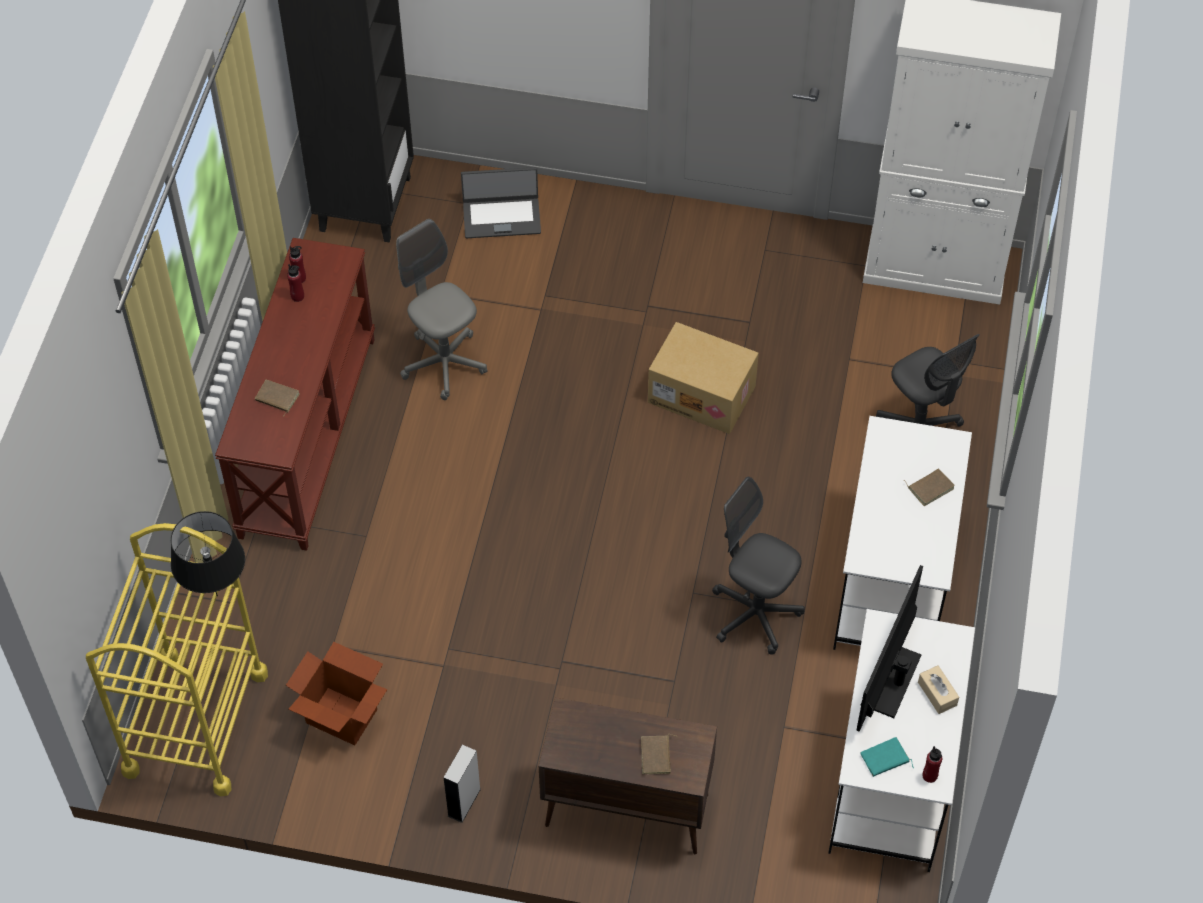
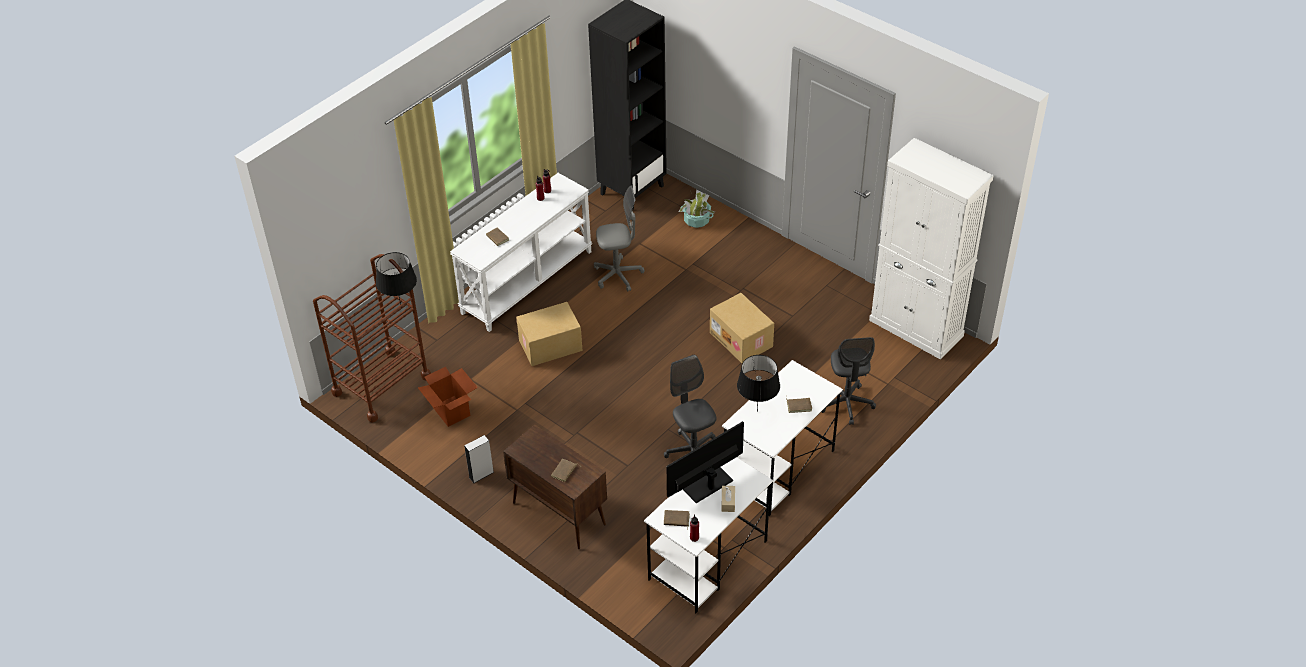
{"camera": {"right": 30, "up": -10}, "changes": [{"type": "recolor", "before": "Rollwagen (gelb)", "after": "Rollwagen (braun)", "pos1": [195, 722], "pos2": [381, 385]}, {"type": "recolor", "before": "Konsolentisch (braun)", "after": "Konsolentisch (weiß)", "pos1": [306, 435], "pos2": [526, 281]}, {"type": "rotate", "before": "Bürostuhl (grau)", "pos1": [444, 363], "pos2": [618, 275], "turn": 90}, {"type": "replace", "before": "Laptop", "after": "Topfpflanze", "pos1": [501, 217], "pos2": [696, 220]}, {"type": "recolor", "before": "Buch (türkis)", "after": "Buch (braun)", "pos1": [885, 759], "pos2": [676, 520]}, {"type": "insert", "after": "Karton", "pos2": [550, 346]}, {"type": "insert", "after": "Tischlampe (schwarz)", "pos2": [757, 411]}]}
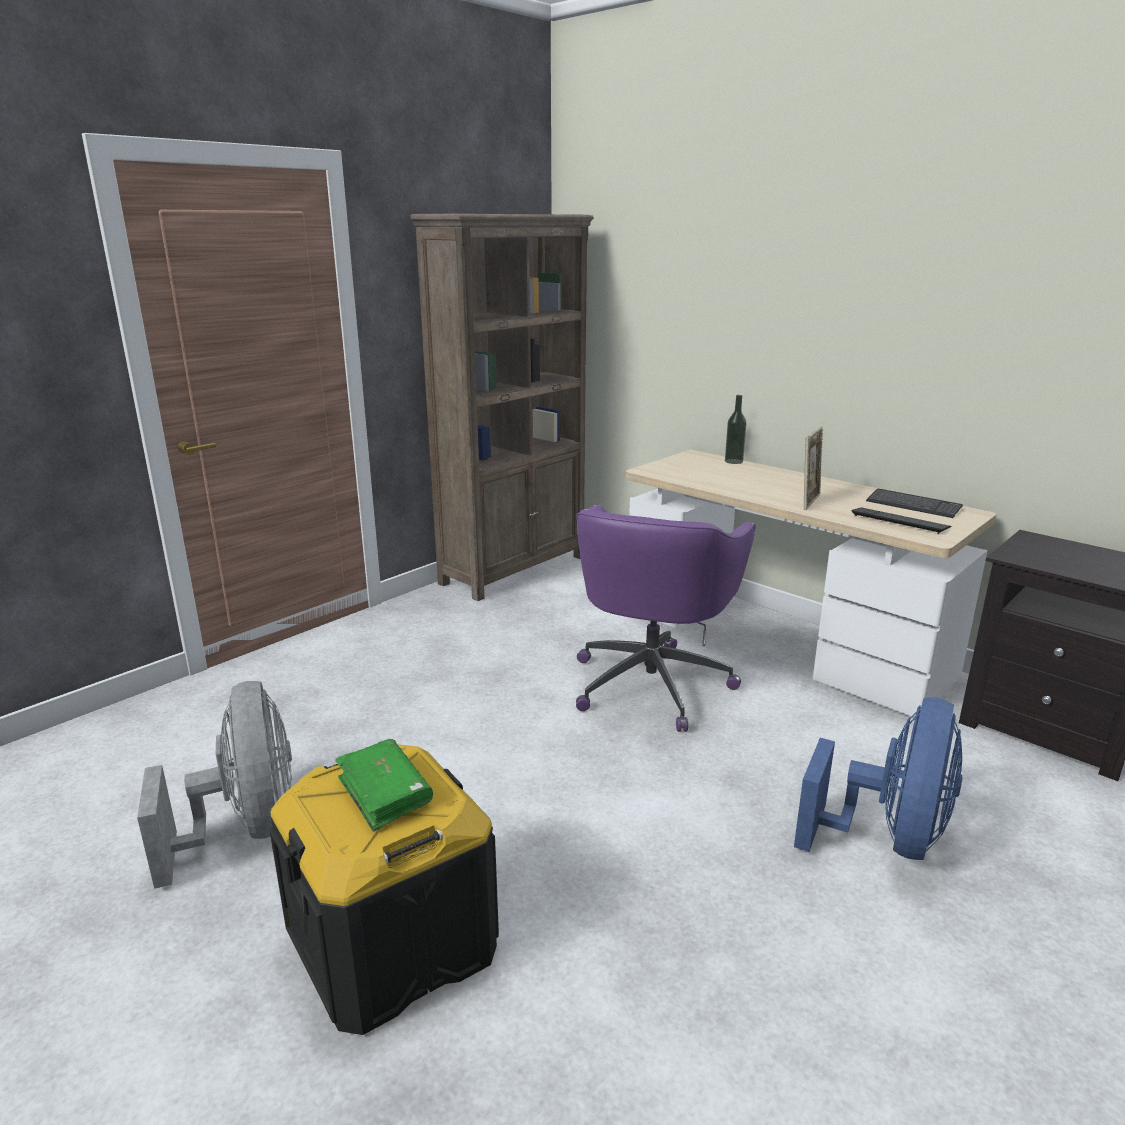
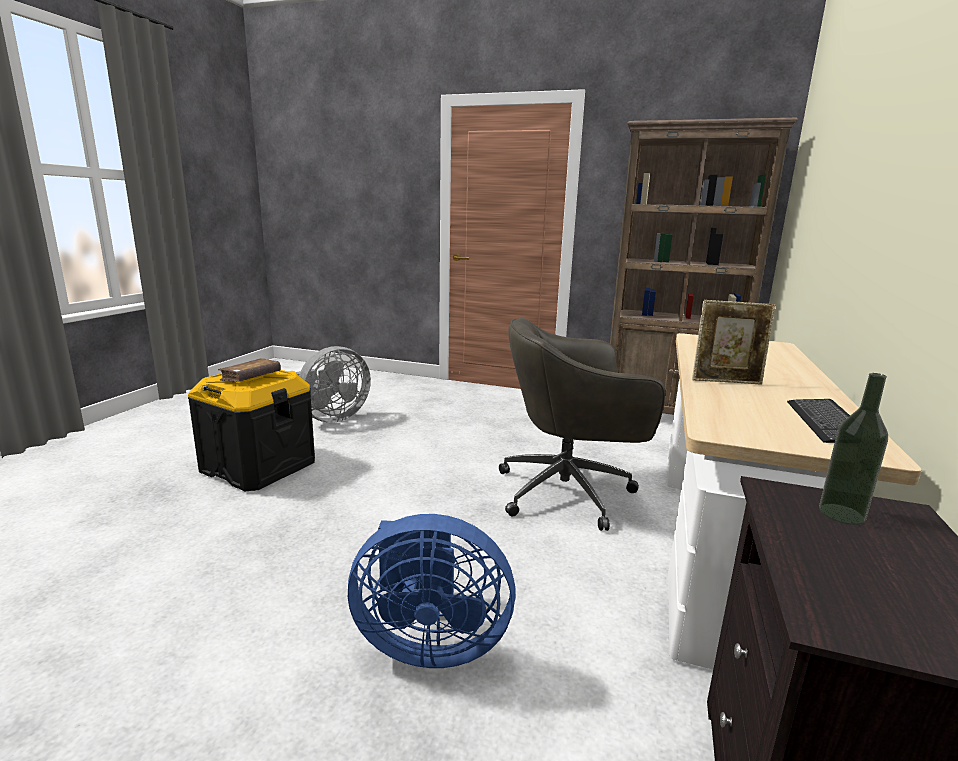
{"camera": {"right": 65, "up": -5}, "changes": [{"type": "recolor", "before": "Buch (grün)", "after": "Buch (braun)", "pos1": [384, 793], "pos2": [251, 377]}, {"type": "recolor", "before": "Bürostuhl (lila)", "after": "Bürostuhl (grau)", "pos1": [652, 682], "pos2": [569, 492]}, {"type": "move", "before": "Flasche", "pos1": [733, 461], "pos2": [841, 514]}, {"type": "delete", "before": "Tastatur", "pos1": [899, 521]}]}
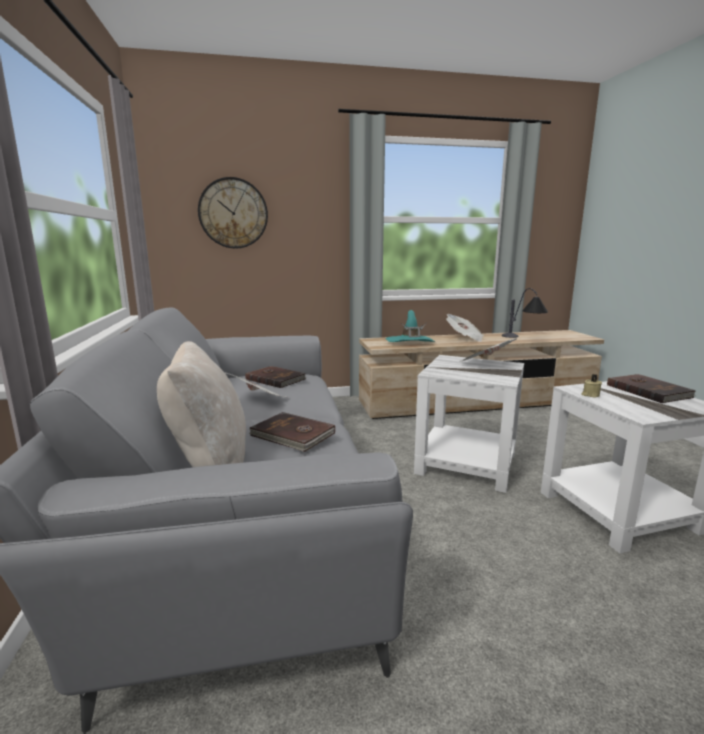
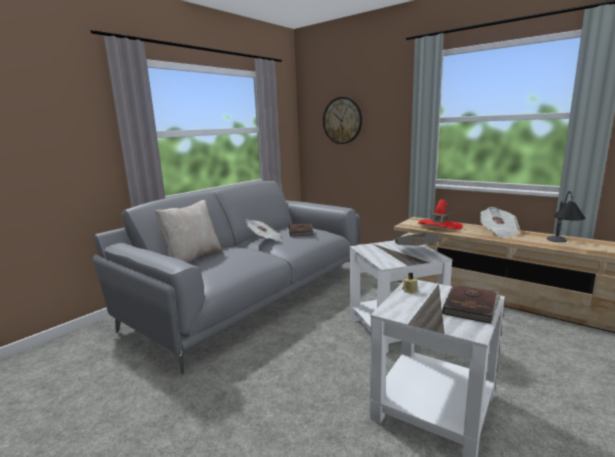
{"camera": {"right": 50, "up": 0}, "changes": [{"type": "delete", "before": "Buch (braun)", "pos1": [292, 435]}, {"type": "recolor", "before": "Hut (türkis)", "after": "Hut (rot)", "pos1": [410, 342], "pos2": [439, 226]}]}
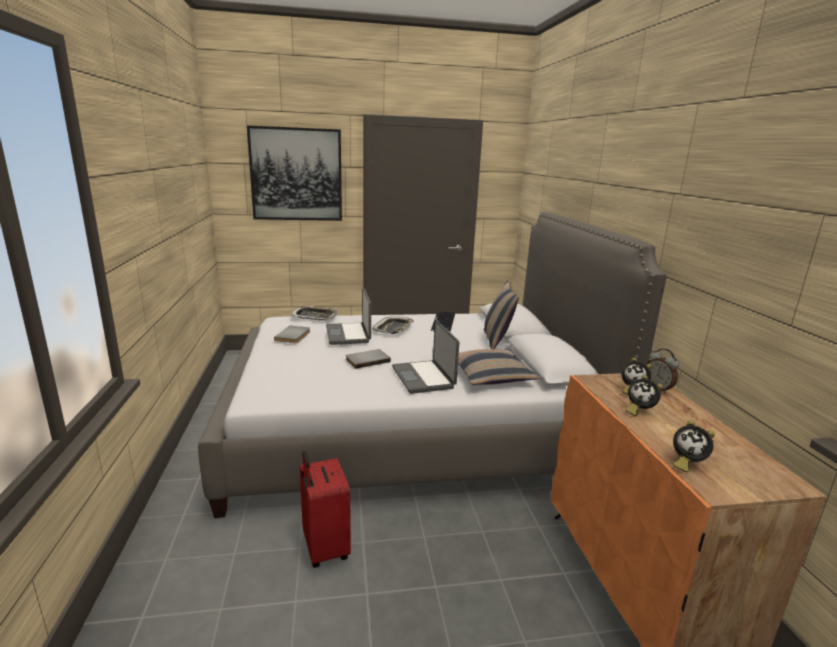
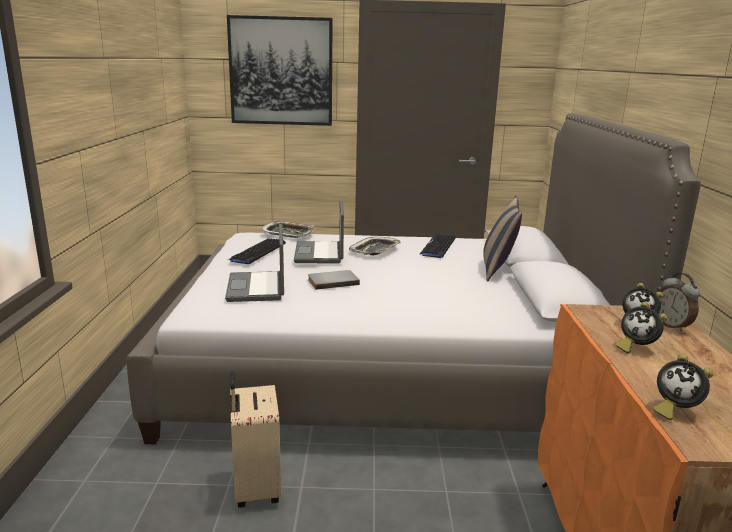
{"camera": {"right": 10, "up": 0}, "changes": [{"type": "replace", "before": "Buch (grau)", "after": "Tastatur", "pos1": [294, 336], "pos2": [257, 252]}, {"type": "recolor", "before": "Koffer (rot)", "after": "Koffer (beige)", "pos1": [324, 548], "pos2": [255, 489]}, {"type": "move", "before": "Laptop", "pos1": [424, 377], "pos2": [257, 288]}, {"type": "delete", "before": "Kissen", "pos1": [491, 376]}]}
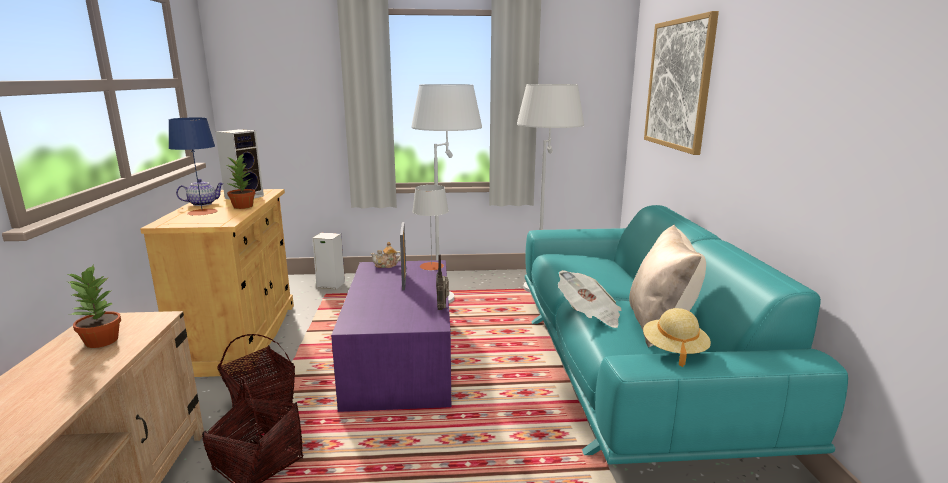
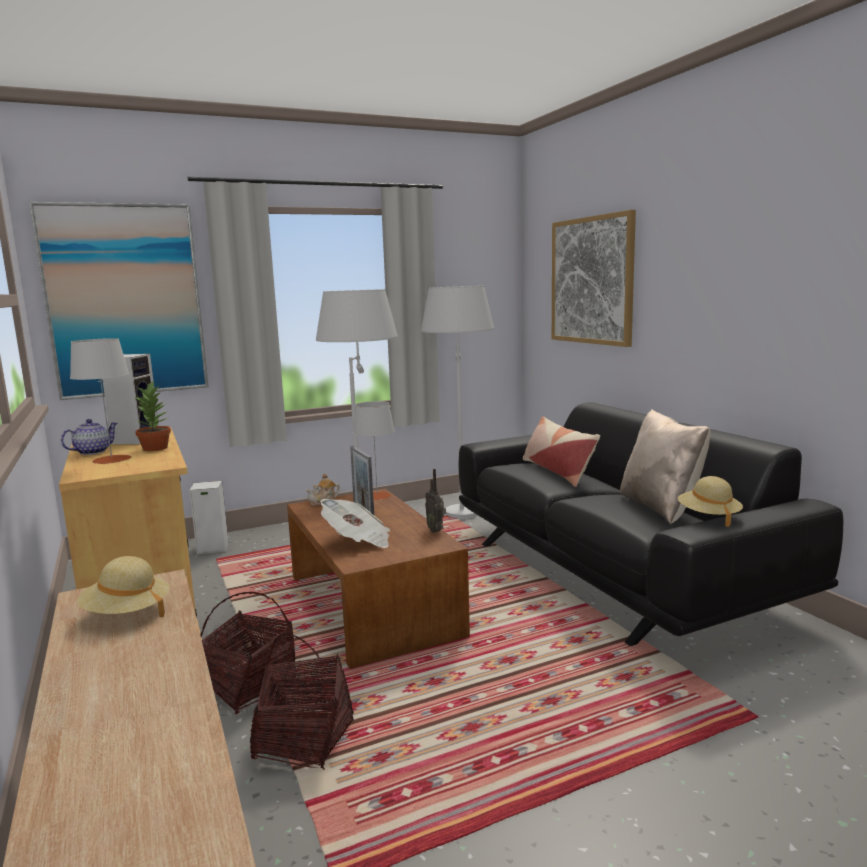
{"camera": {"right": -20, "up": -5}, "changes": [{"type": "replace", "before": "Topfpflanze", "after": "Hut (beige)", "pos1": [101, 341], "pos2": [126, 613]}, {"type": "recolor", "before": "Tischlampe (blau)", "after": "Tischlampe (grau)", "pos1": [202, 212], "pos2": [112, 459]}, {"type": "recolor", "before": "Couchtisch (lila)", "after": "Couchtisch (braun)", "pos1": [402, 358], "pos2": [373, 605]}, {"type": "recolor", "before": "Sofa (türkis)", "after": "Sofa (schwarz)", "pos1": [630, 373], "pos2": [613, 571]}, {"type": "move", "before": "Zeitung", "pos1": [589, 315], "pos2": [358, 541]}, {"type": "insert", "after": "Bild", "pos2": [125, 301]}, {"type": "insert", "after": "Kissen", "pos2": [557, 471]}]}
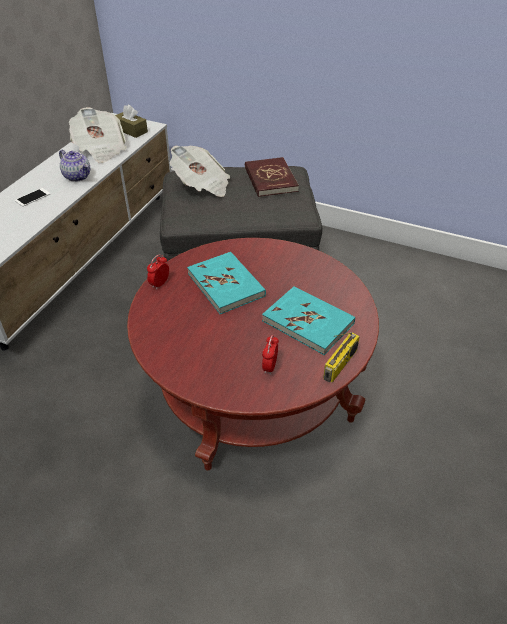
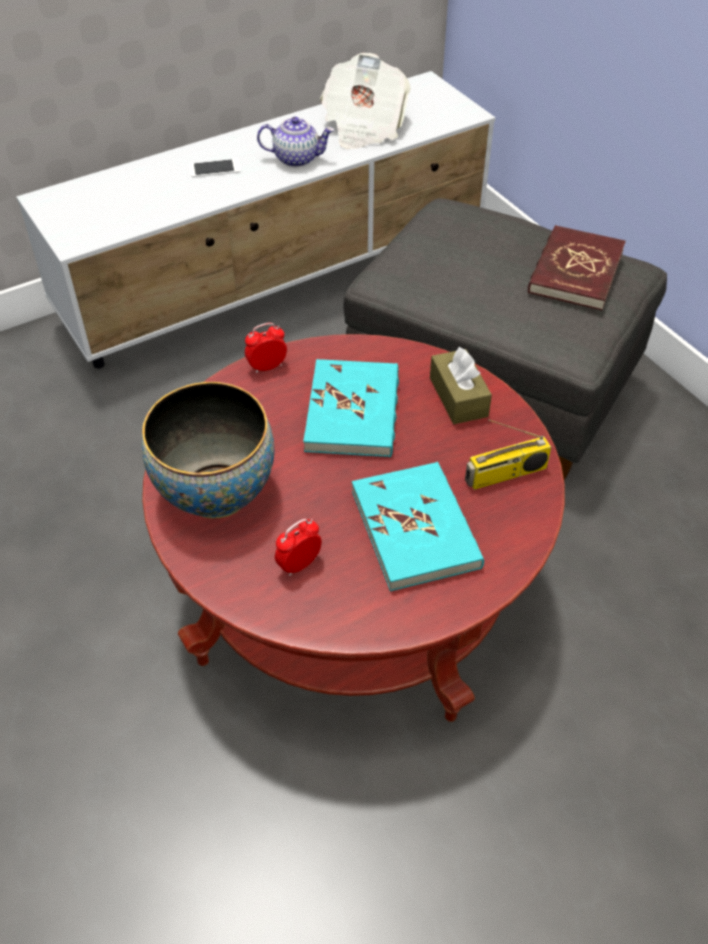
{"camera": {"right": 35, "up": 5}, "changes": [{"type": "rotate", "before": "Teekanne", "pos1": [78, 176], "pos2": [297, 158], "turn": -75}, {"type": "move", "before": "Taschentuchbox (braun)", "pos1": [131, 130], "pos2": [458, 397]}, {"type": "delete", "before": "Zeitung", "pos1": [202, 185]}, {"type": "move", "before": "Radio", "pos1": [340, 365], "pos2": [505, 475]}, {"type": "insert", "after": "Schüssel", "pos2": [216, 493]}]}
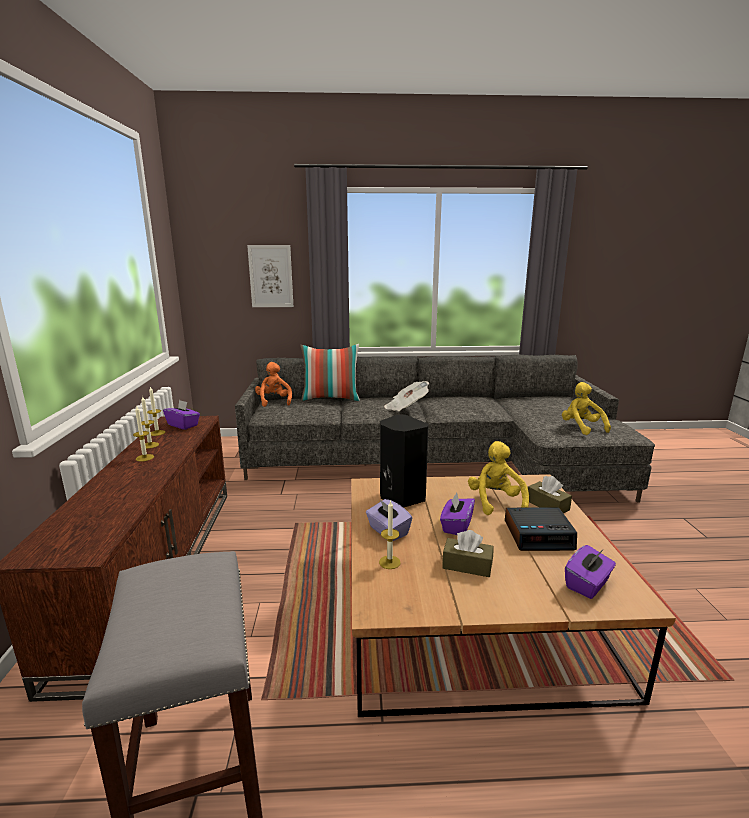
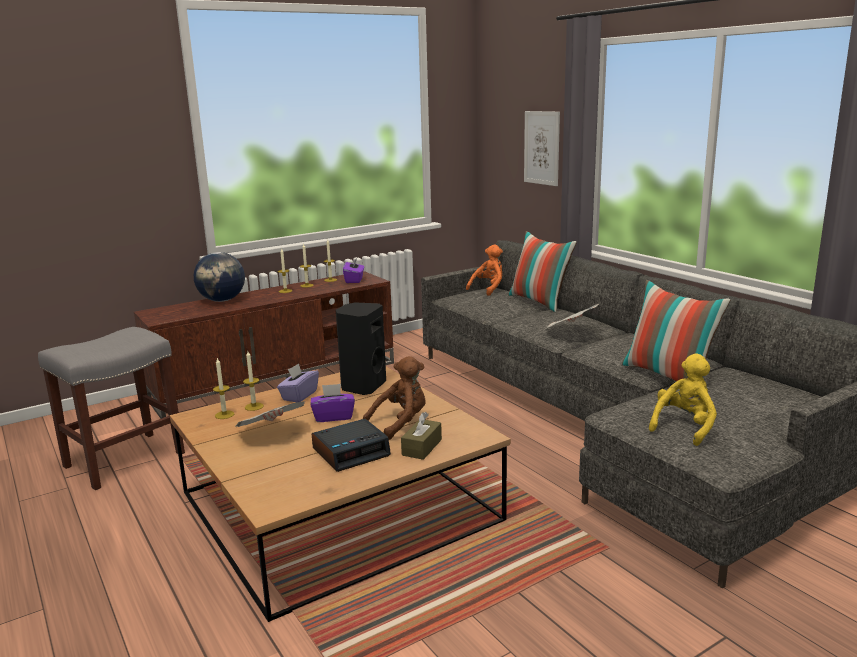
{"camera": {"right": 60, "up": 0}, "changes": [{"type": "replace", "before": "Taschentuchbox (braun)", "after": "Zeitung", "pos1": [467, 565], "pos2": [271, 432]}, {"type": "recolor", "before": "Plüschtier (gelb)", "after": "Plüschtier (braun)", "pos1": [495, 502], "pos2": [400, 423]}, {"type": "rotate", "before": "Wecker", "pos1": [539, 535], "pos2": [351, 452], "turn": -90}, {"type": "delete", "before": "Taschentuchbox (lila)", "pos1": [587, 584]}, {"type": "insert", "after": "Globus", "pos2": [222, 300]}, {"type": "insert", "after": "Kerze", "pos2": [224, 415]}, {"type": "insert", "after": "Kissen", "pos2": [668, 376]}]}
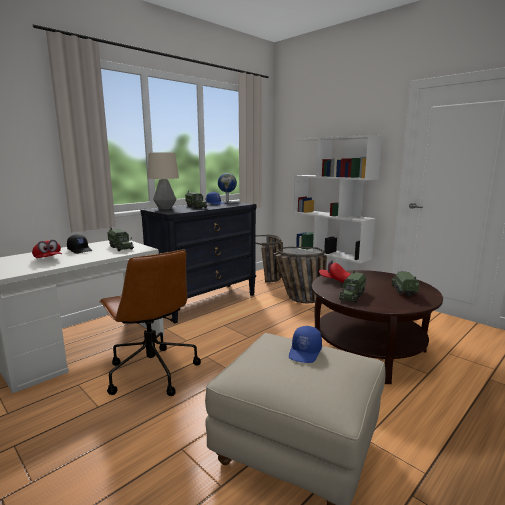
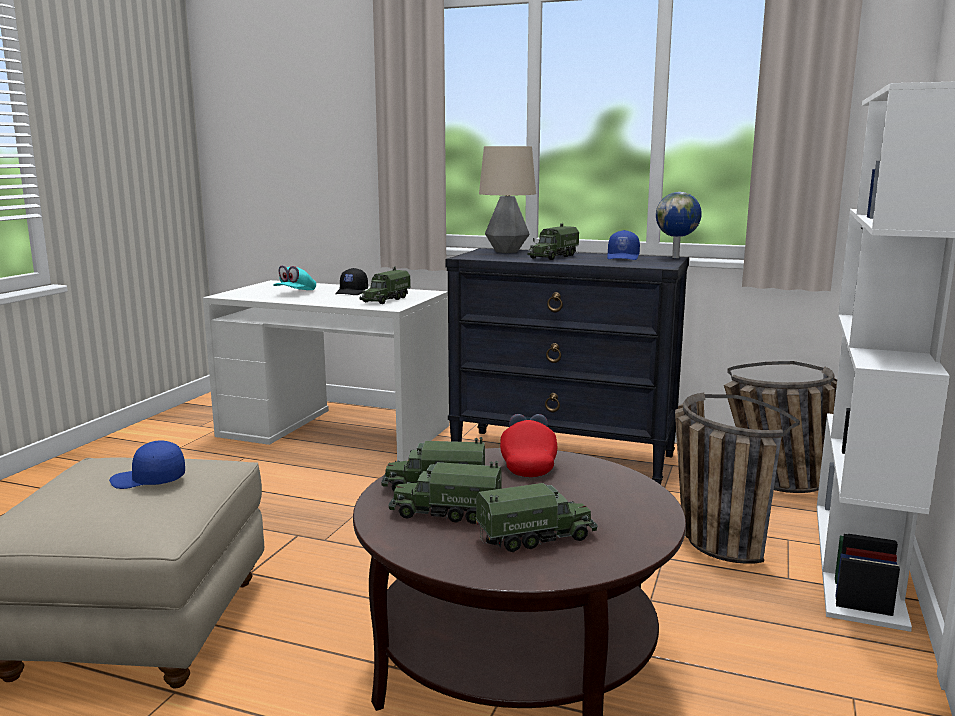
{"camera": {"right": 65, "up": 0}, "changes": [{"type": "recolor", "before": "Kappe (rot)", "after": "Kappe (türkis)", "pos1": [48, 260], "pos2": [295, 293]}, {"type": "delete", "before": "Bürostuhl (braun)", "pos1": [151, 372]}, {"type": "insert", "after": "Spielzeuglaster", "pos2": [446, 512]}]}
